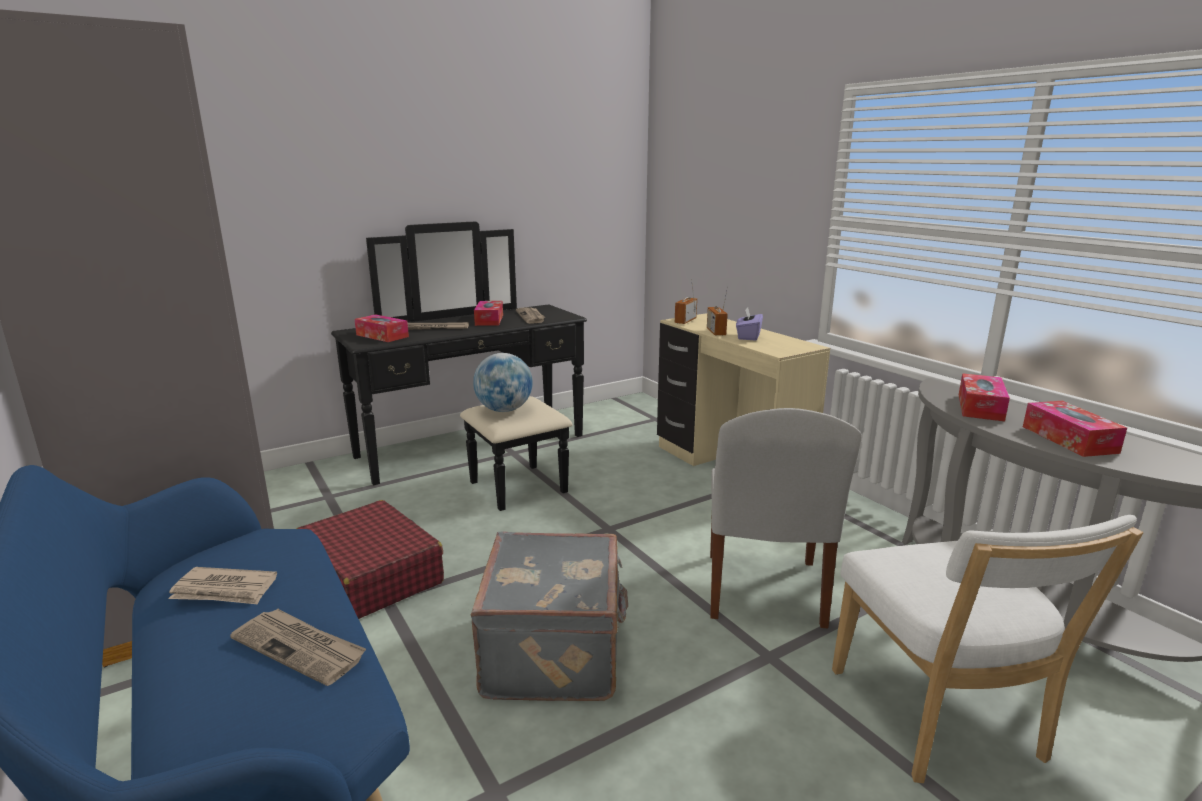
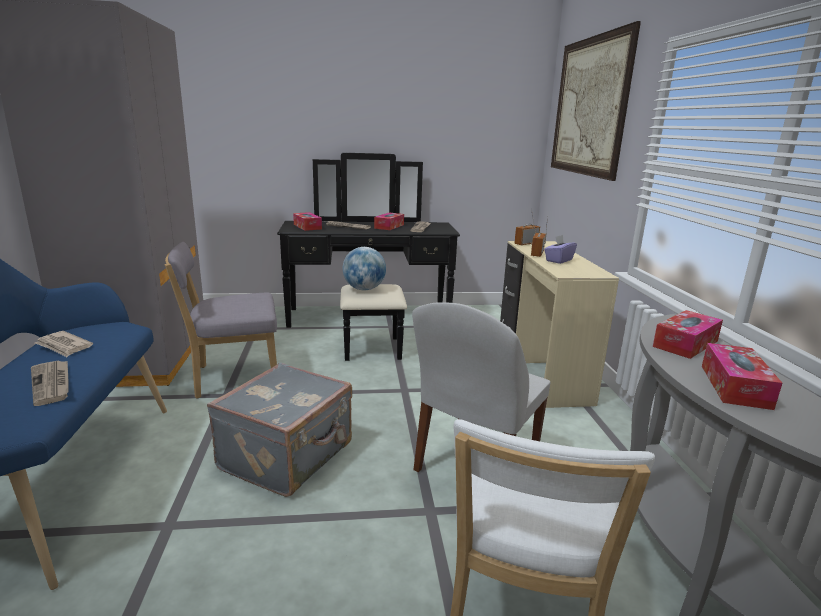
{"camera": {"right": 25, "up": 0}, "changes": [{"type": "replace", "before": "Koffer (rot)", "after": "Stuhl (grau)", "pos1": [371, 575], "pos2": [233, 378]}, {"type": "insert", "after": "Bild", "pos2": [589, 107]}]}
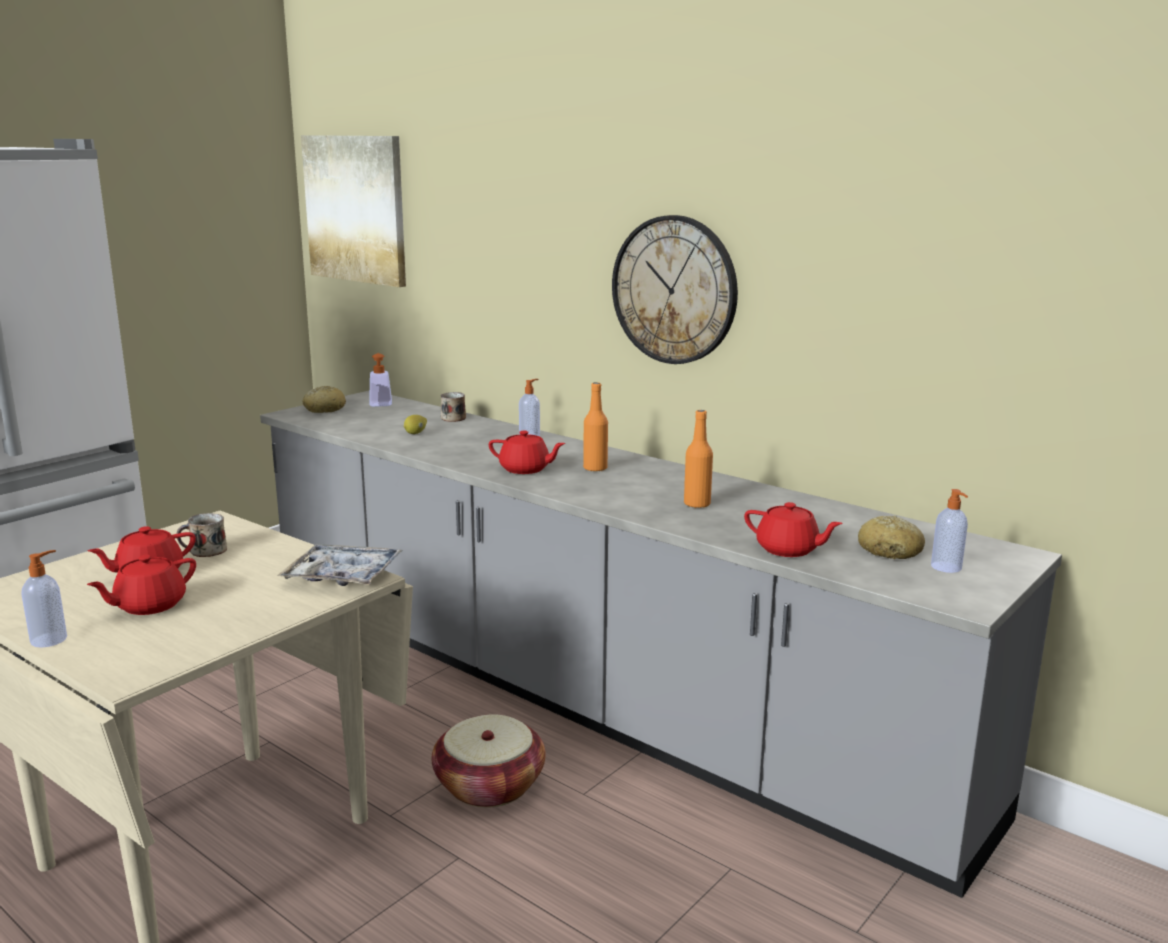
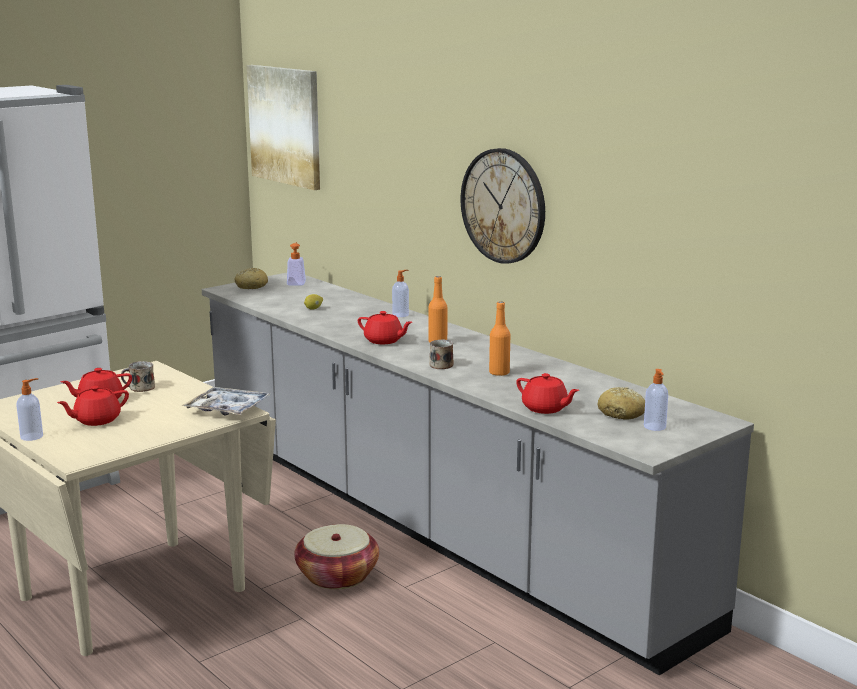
{"camera": {"right": 10, "up": 0}, "changes": [{"type": "move", "before": "Henkelbecher", "pos1": [452, 418], "pos2": [440, 364]}]}
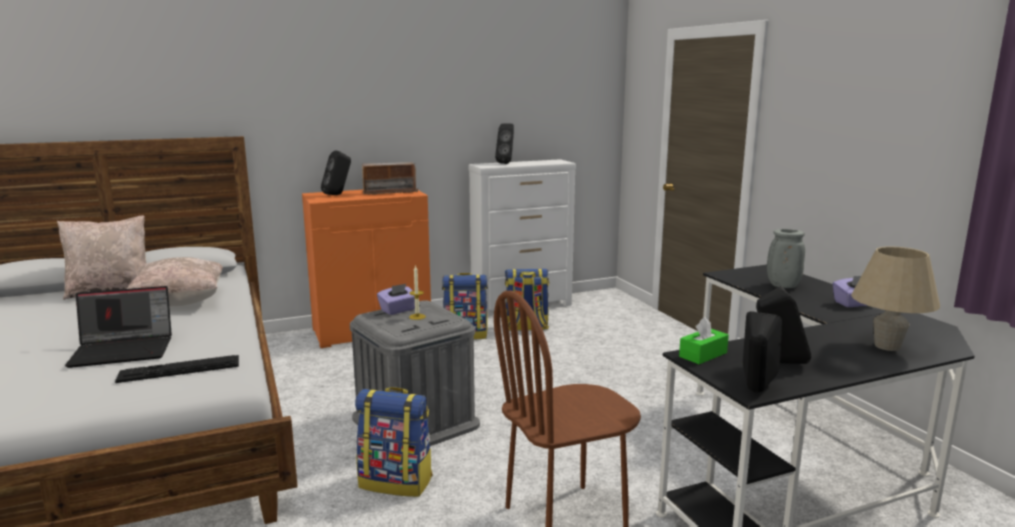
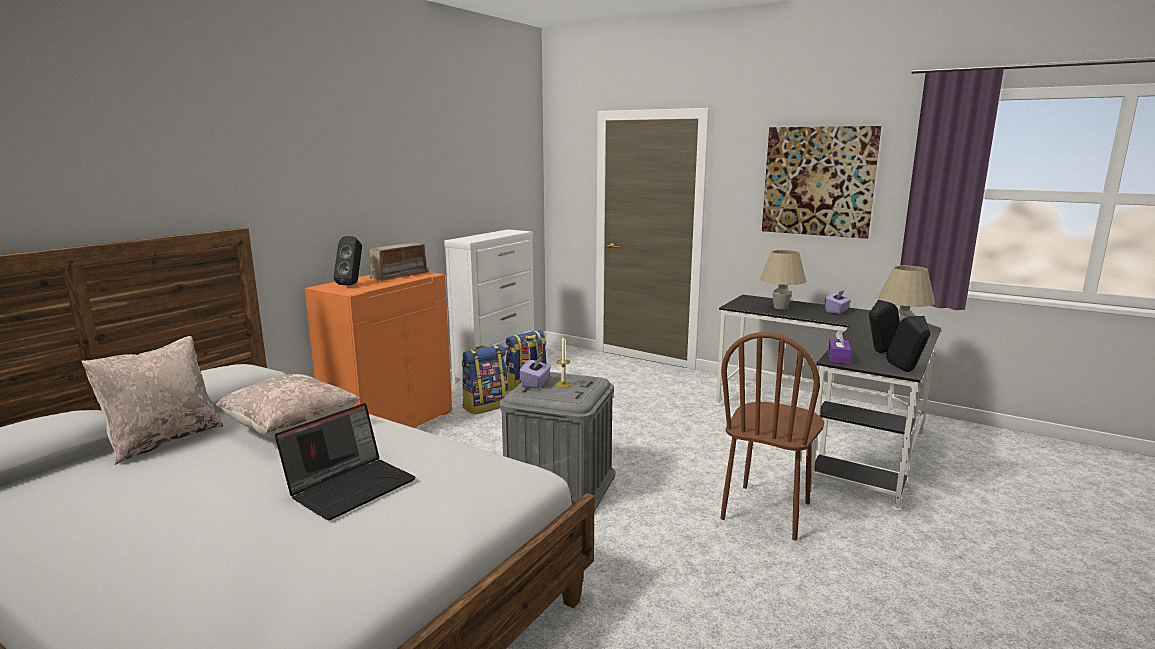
{"camera": {"right": -35, "up": 0}, "changes": [{"type": "delete", "before": "Tastatur", "pos1": [179, 368]}, {"type": "delete", "before": "Rucksack", "pos1": [396, 482]}, {"type": "delete", "before": "Lautsprecher (schwarz)", "pos1": [506, 163]}, {"type": "recolor", "before": "Taschentuchbox (grün)", "after": "Taschentuchbox (lila)", "pos1": [703, 355], "pos2": [838, 358]}, {"type": "replace", "before": "Vase (grau)", "after": "Tischlampe (beige)", "pos1": [782, 286], "pos2": [780, 307]}, {"type": "insert", "after": "Bild", "pos2": [818, 181]}]}
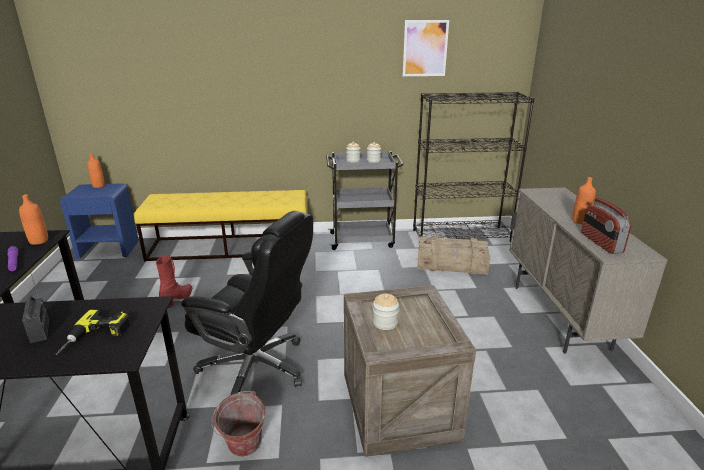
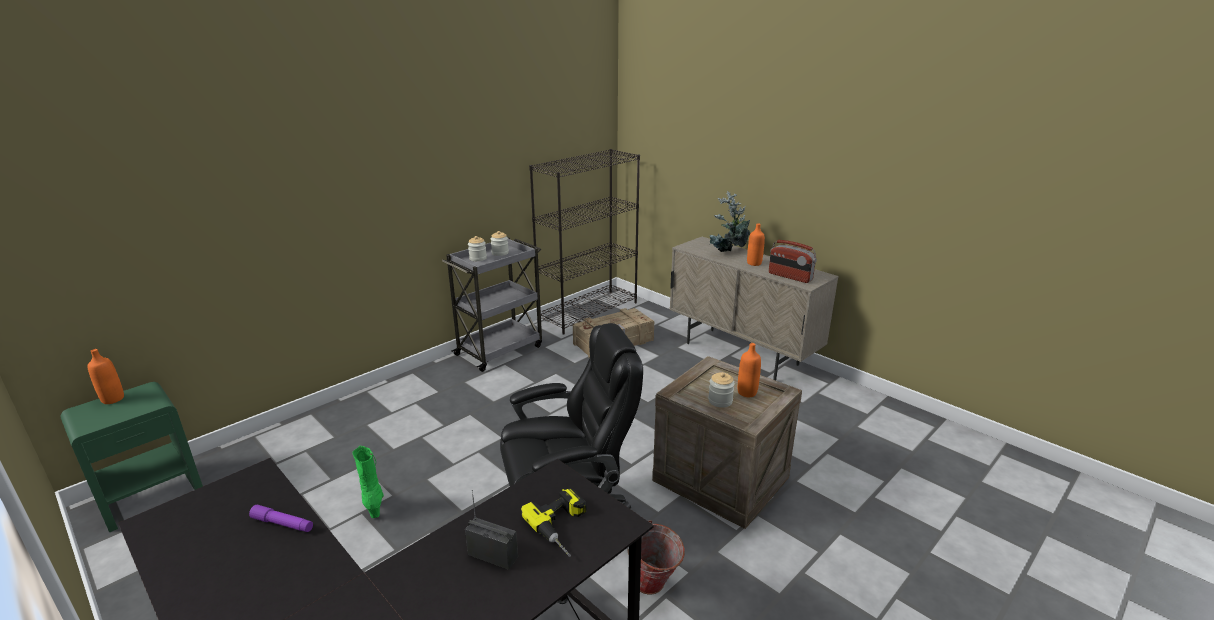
{"camera": {"right": -40, "up": 0}, "changes": [{"type": "move", "before": "Flasche (orange)", "pos1": [39, 241], "pos2": [747, 392]}, {"type": "recolor", "before": "Nachttisch (blau)", "after": "Nachttisch (grün)", "pos1": [109, 249], "pos2": [152, 495]}, {"type": "delete", "before": "Bank (gelb)", "pos1": [230, 247]}, {"type": "recolor", "before": "Stiefel (rot)", "after": "Stiefel (grün)", "pos1": [178, 299], "pos2": [374, 502]}, {"type": "delete", "before": "Bild", "pos1": [425, 48]}, {"type": "insert", "after": "Topfpflanze", "pos2": [728, 253]}]}
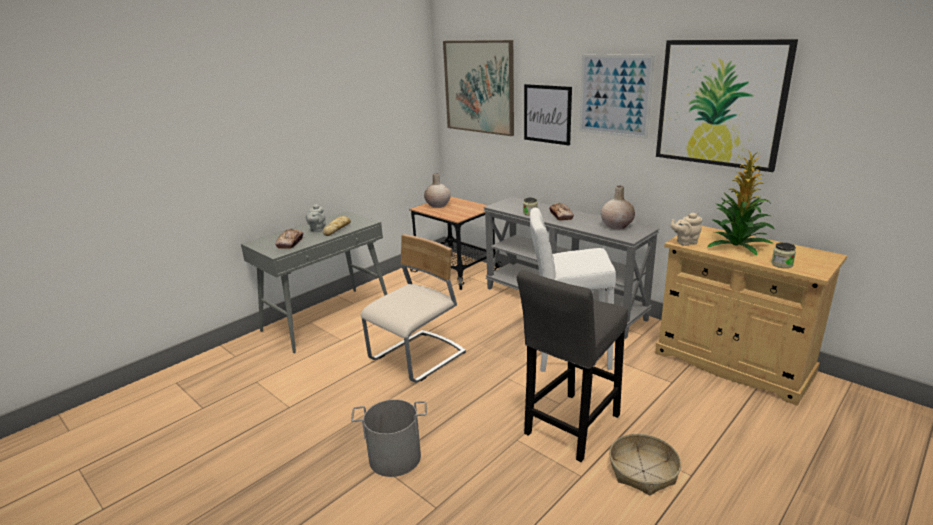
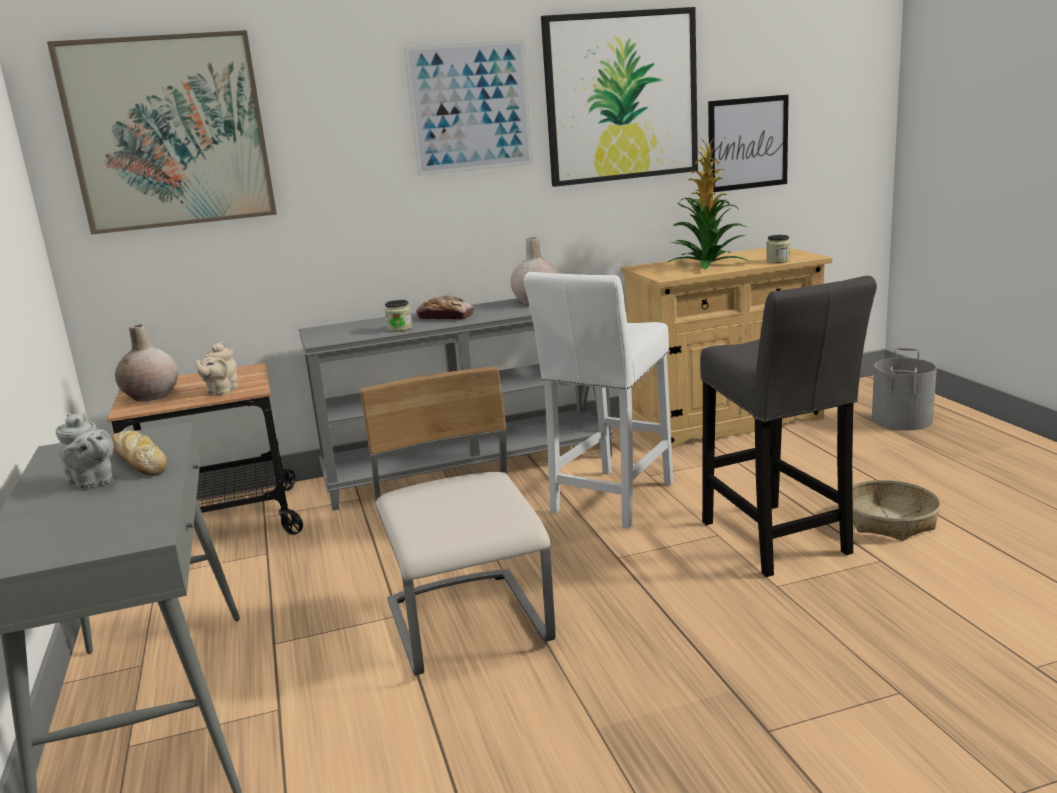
{"camera": {"right": -60, "up": -5}, "changes": [{"type": "delete", "before": "Brot", "pos1": [290, 243]}, {"type": "move", "before": "Eimer (grau)", "pos1": [395, 457], "pos2": [900, 420]}, {"type": "move", "before": "Bild", "pos1": [547, 114], "pos2": [748, 143]}, {"type": "move", "before": "Teekanne (beige)", "pos1": [685, 242], "pos2": [221, 391]}]}
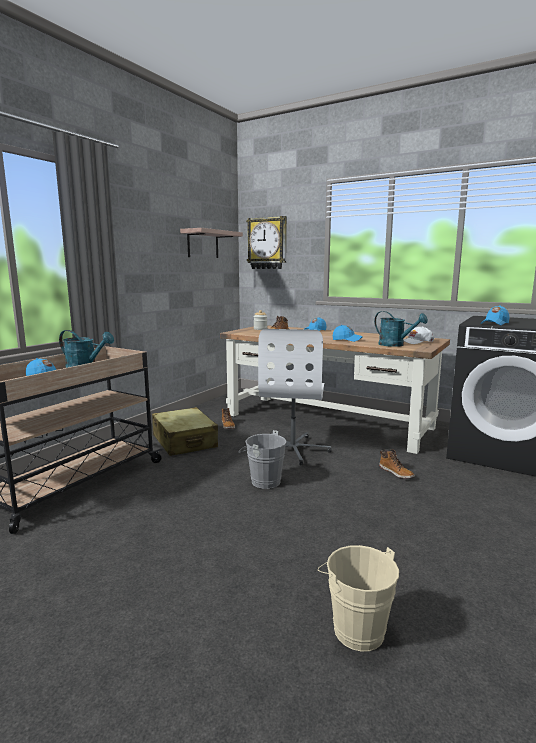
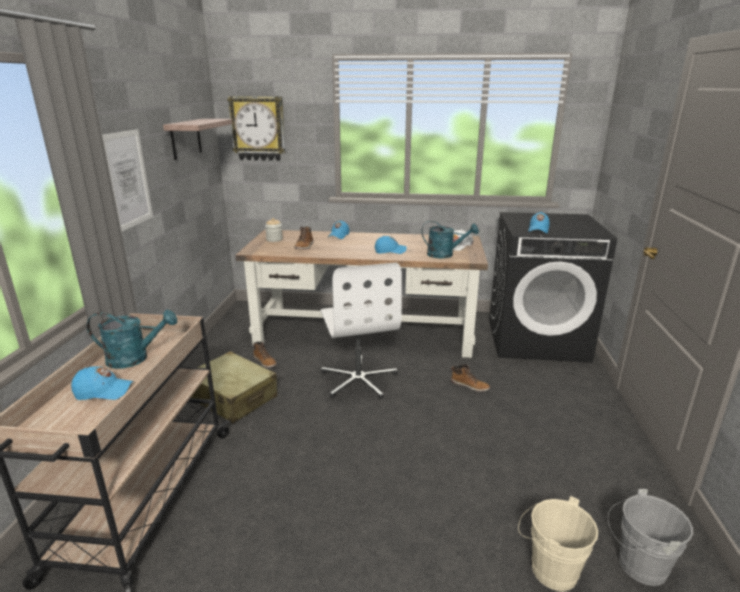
{"camera": {"right": -25, "up": 10}, "changes": [{"type": "move", "before": "Eimer (grau)", "pos1": [262, 481], "pos2": [637, 565]}, {"type": "insert", "after": "Bild", "pos2": [127, 179]}]}
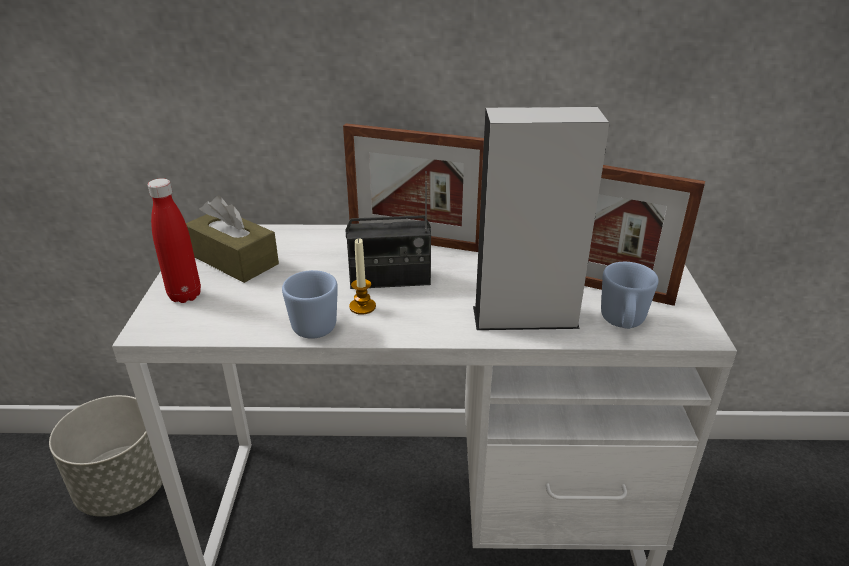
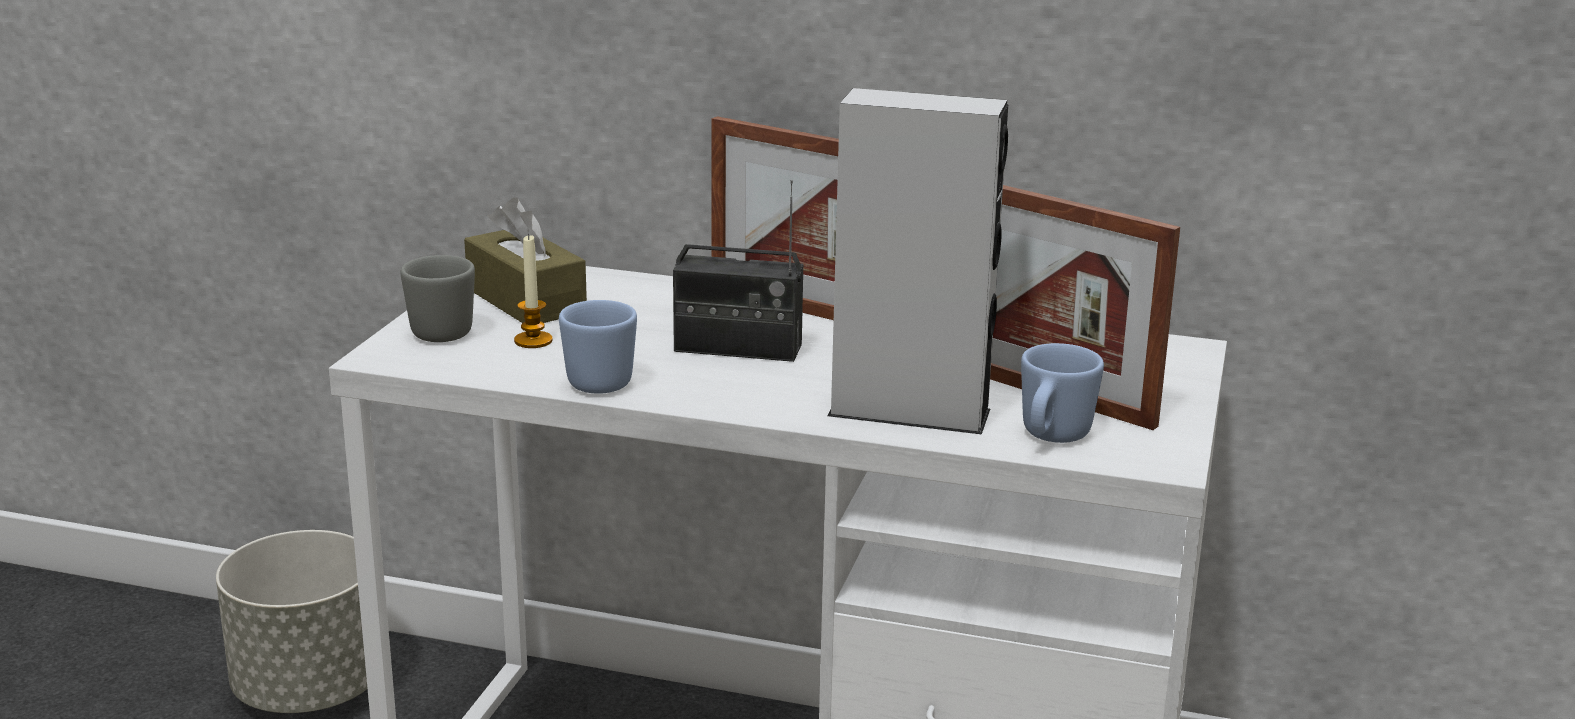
{"camera": {"right": 15, "up": -10}, "changes": [{"type": "replace", "before": "Flasche (rot)", "after": "Henkelbecher (grau)", "pos1": [185, 295], "pos2": [441, 330]}, {"type": "move", "before": "Kerze", "pos1": [362, 307], "pos2": [533, 341]}]}
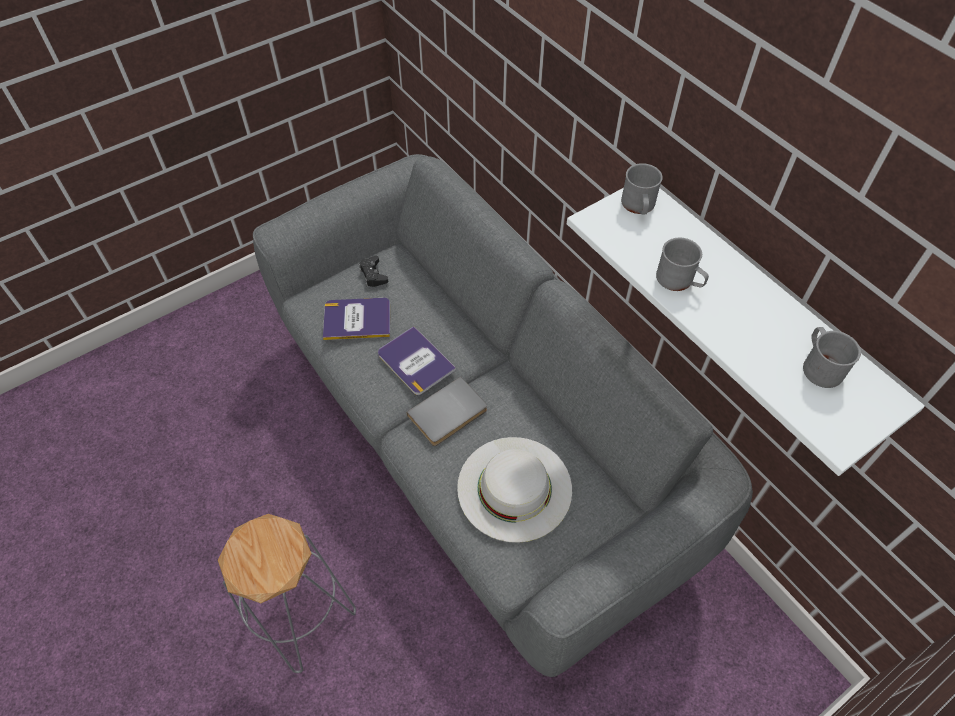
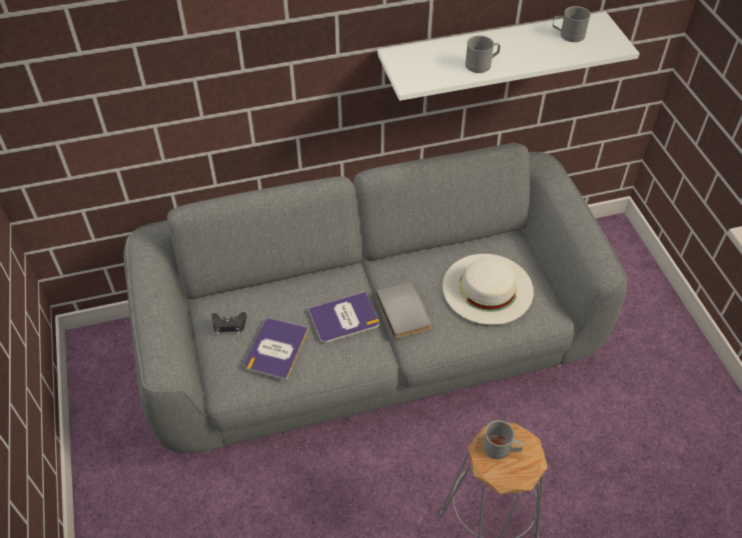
{"camera": {"right": -70, "up": -5}, "changes": [{"type": "move", "before": "Henkelbecher (grau)", "pos1": [638, 206], "pos2": [501, 448]}]}
